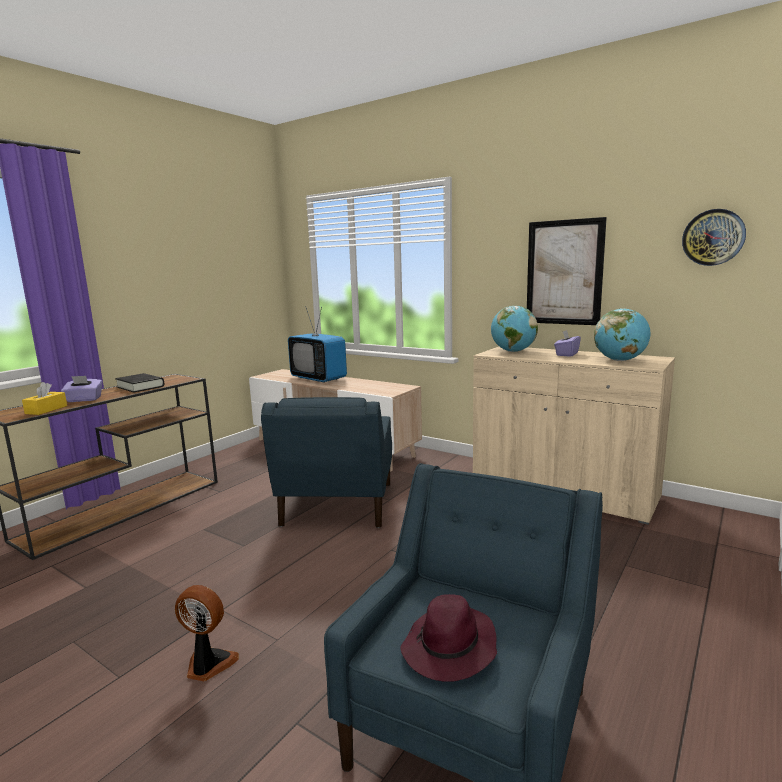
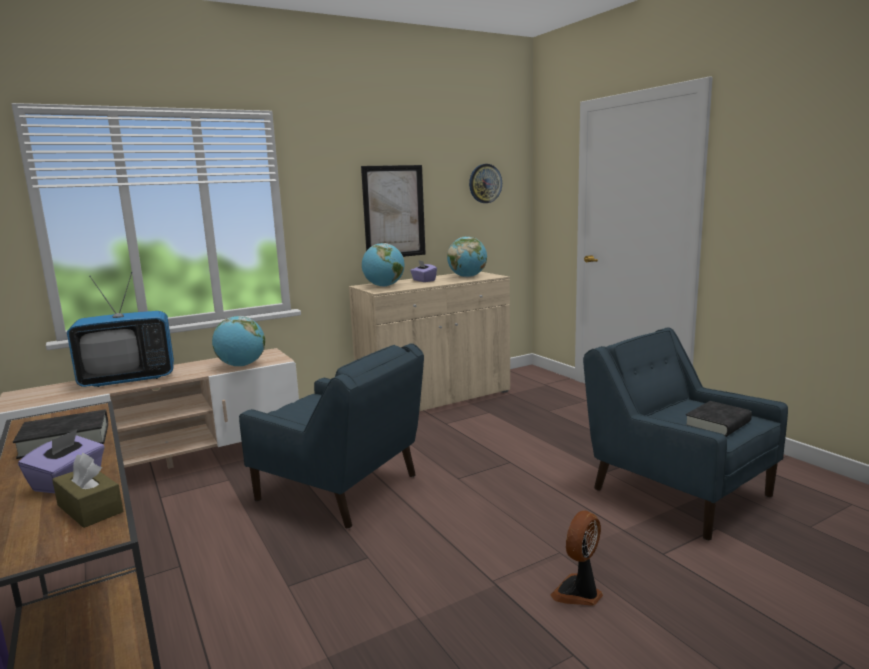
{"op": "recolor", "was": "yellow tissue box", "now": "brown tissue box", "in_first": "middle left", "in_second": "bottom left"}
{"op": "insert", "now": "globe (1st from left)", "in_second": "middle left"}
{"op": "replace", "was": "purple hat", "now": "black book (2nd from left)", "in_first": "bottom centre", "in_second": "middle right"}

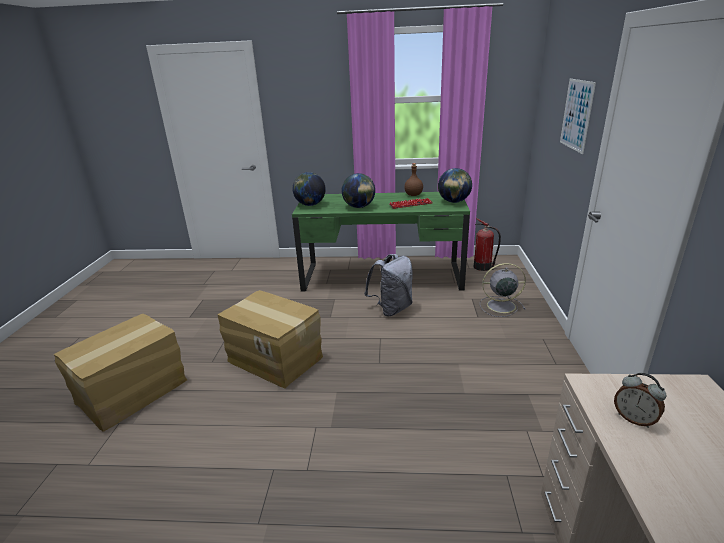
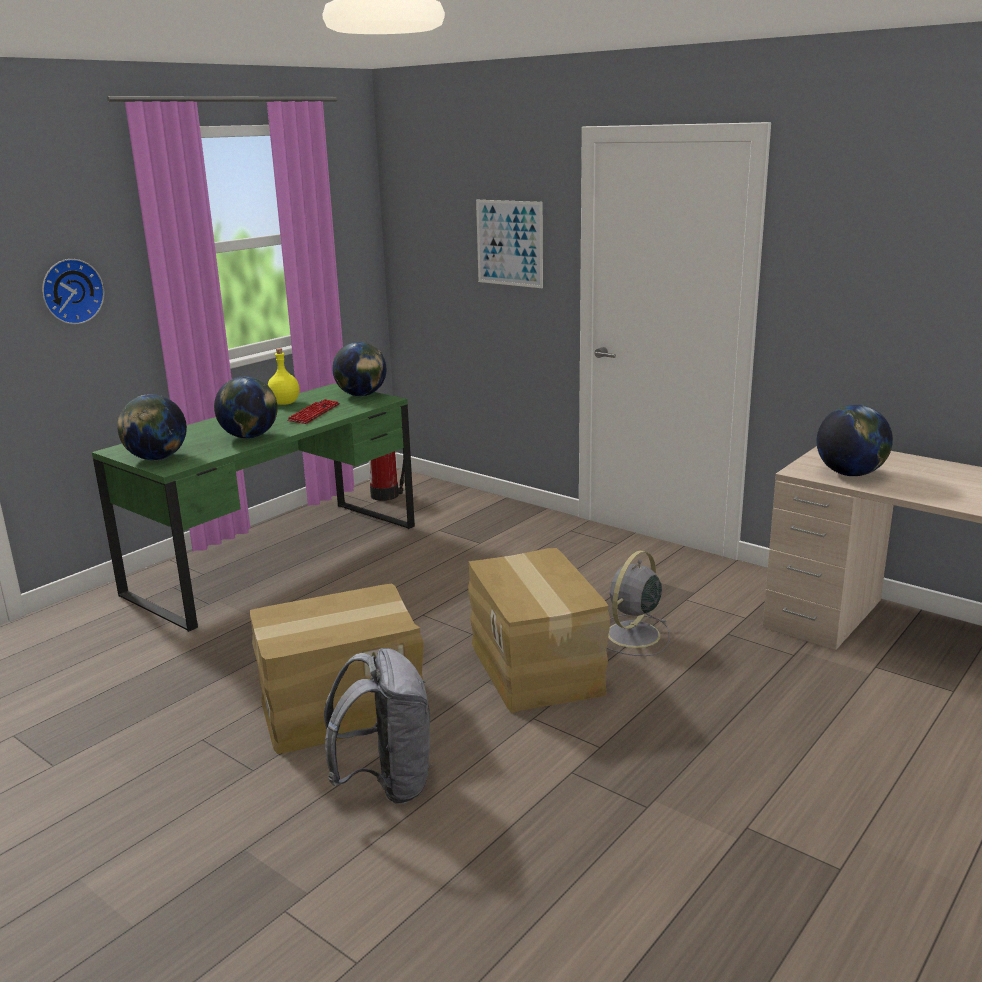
{"op": "insert", "now": "wall clock", "in_second": "top left"}
{"op": "recolor", "was": "brown bottle", "now": "yellow bottle", "in_first": "top centre", "in_second": "middle left"}
{"op": "move", "was": "grey backpack", "in_first": "centre", "in_second": "bottom centre"}
{"op": "move", "was": "cardboard box (1st from left in the first image)", "now": "cardboard box (2nd from left)", "in_first": "bottom left", "in_second": "centre"}
{"op": "move", "was": "grey fan", "in_first": "middle right", "in_second": "centre"}
{"op": "replace", "was": "alarm clock", "now": "globe (4th from left)", "in_first": "bottom right", "in_second": "middle right"}

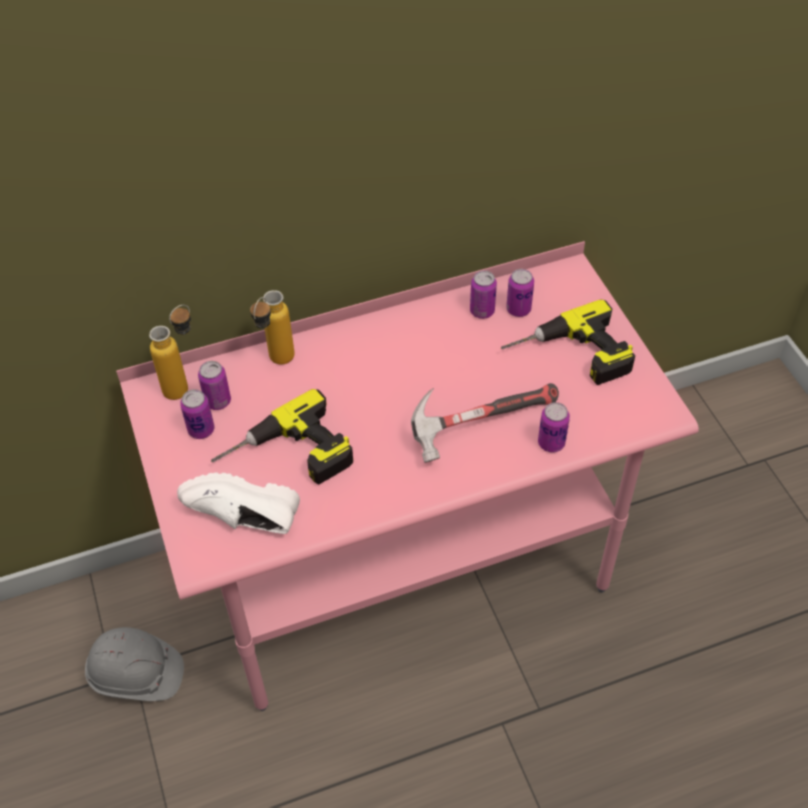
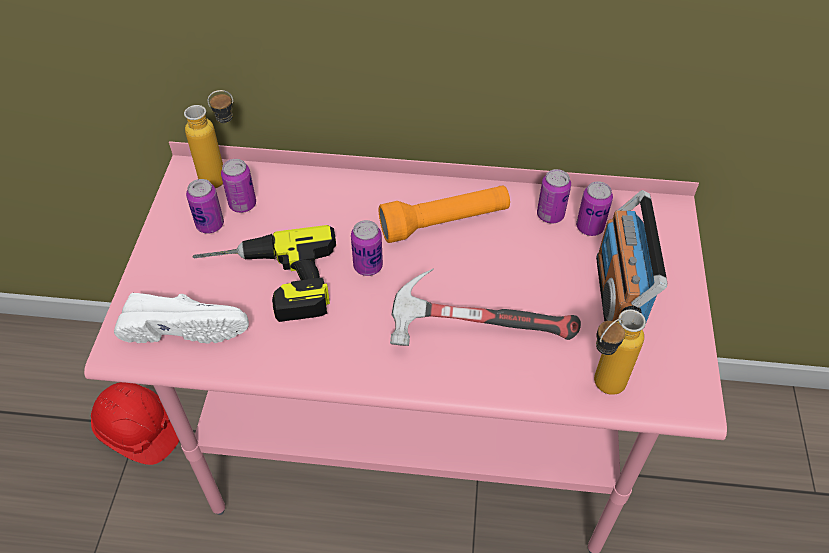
{"op": "recolor", "was": "grey hard hat", "now": "red hard hat", "in_first": "bottom left", "in_second": "bottom left"}
{"op": "rotate", "was": "white shoe", "in_first": "middle left", "in_second": "middle left", "clockwise": 150}
{"op": "move", "was": "can (5th from left in the first image)", "now": "can (3rd from left)", "in_first": "middle right", "in_second": "centre"}
{"op": "insert", "now": "orange flashlight", "in_second": "centre"}
{"op": "move", "was": "bottle (2nd from left)", "in_first": "centre", "in_second": "middle right"}
{"op": "replace", "was": "power drill (2nd from left)", "now": "radio", "in_first": "middle right", "in_second": "middle right"}

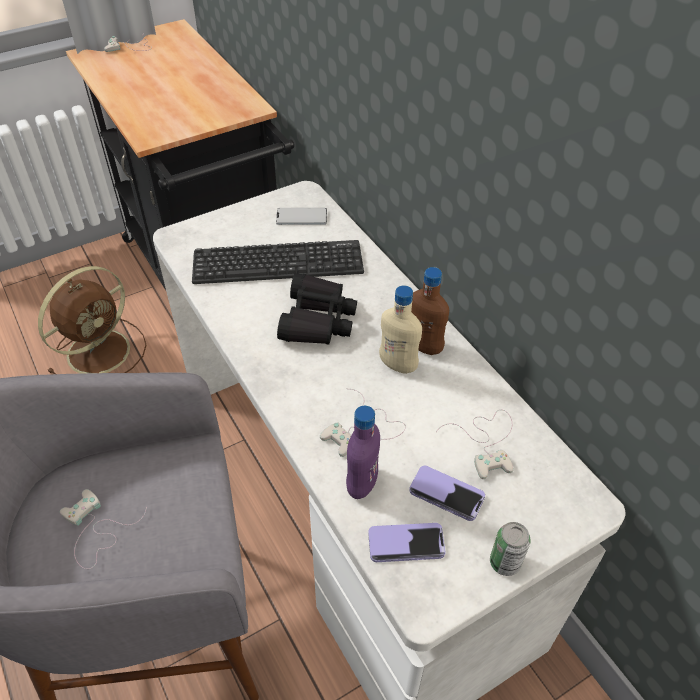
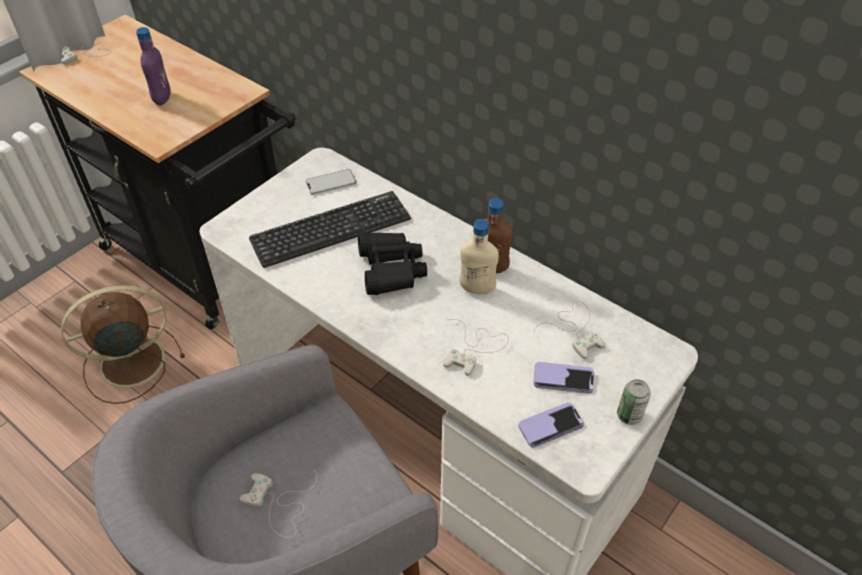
{"op": "rotate", "was": "brown fan", "in_first": "middle left", "in_second": "middle left", "clockwise": -135}
{"op": "move", "was": "purple bottle", "in_first": "centre", "in_second": "top left"}

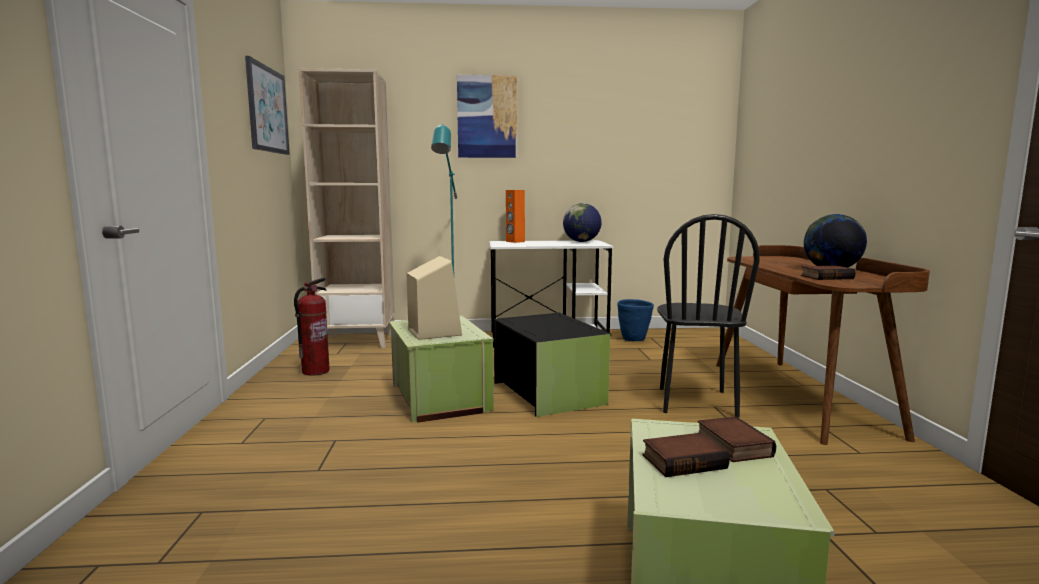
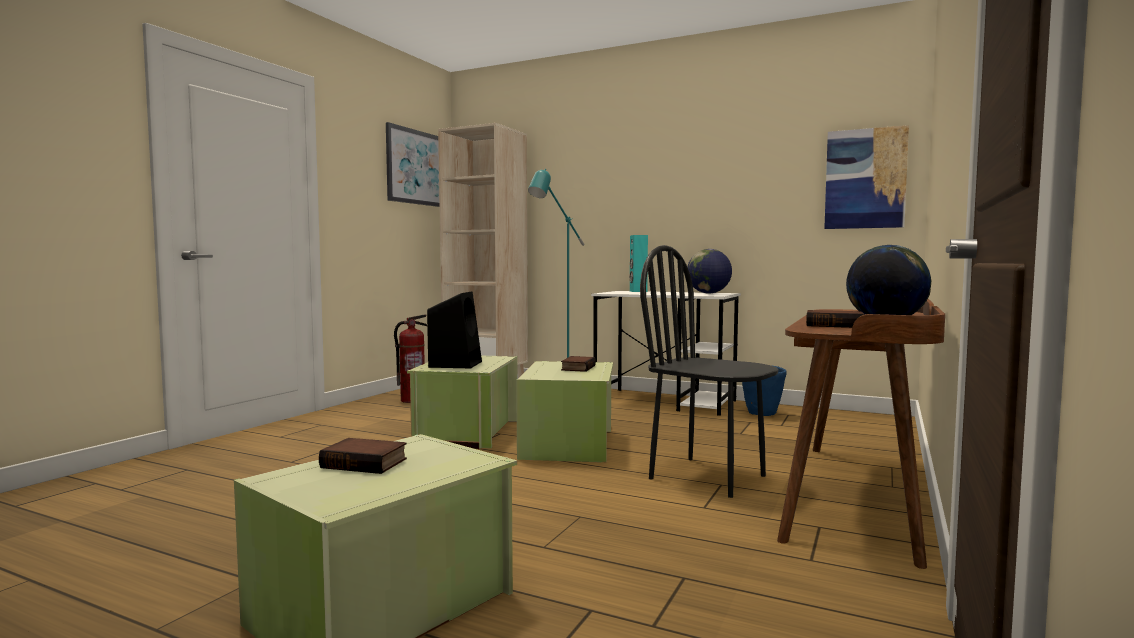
{"op": "recolor", "was": "beige speaker", "now": "black speaker", "in_first": "centre", "in_second": "centre"}
{"op": "recolor", "was": "black storage box", "now": "green storage box (3rd from left)", "in_first": "centre", "in_second": "centre"}
{"op": "move", "was": "book (2nd from left)", "in_first": "bottom right", "in_second": "centre"}
{"op": "recolor", "was": "orange speaker", "now": "turquoise speaker", "in_first": "centre", "in_second": "centre"}
{"op": "rotate", "was": "black chair", "in_first": "middle right", "in_second": "centre", "clockwise": 90}
{"op": "move", "was": "picture (2nd from left)", "in_first": "top centre", "in_second": "top right"}

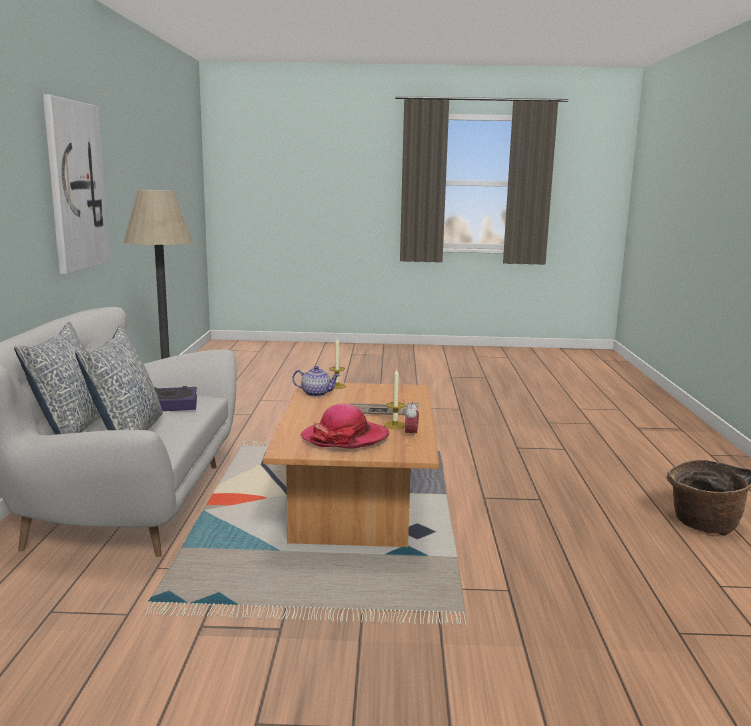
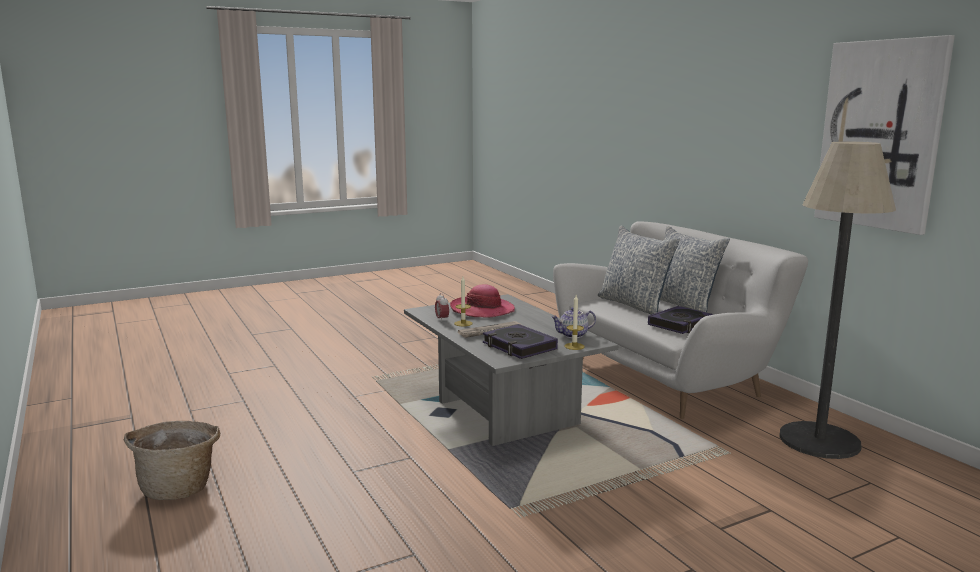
{"op": "recolor", "was": "brown coffee table", "now": "grey coffee table", "in_first": "centre", "in_second": "centre"}
{"op": "insert", "now": "book (1st from left)", "in_second": "centre"}

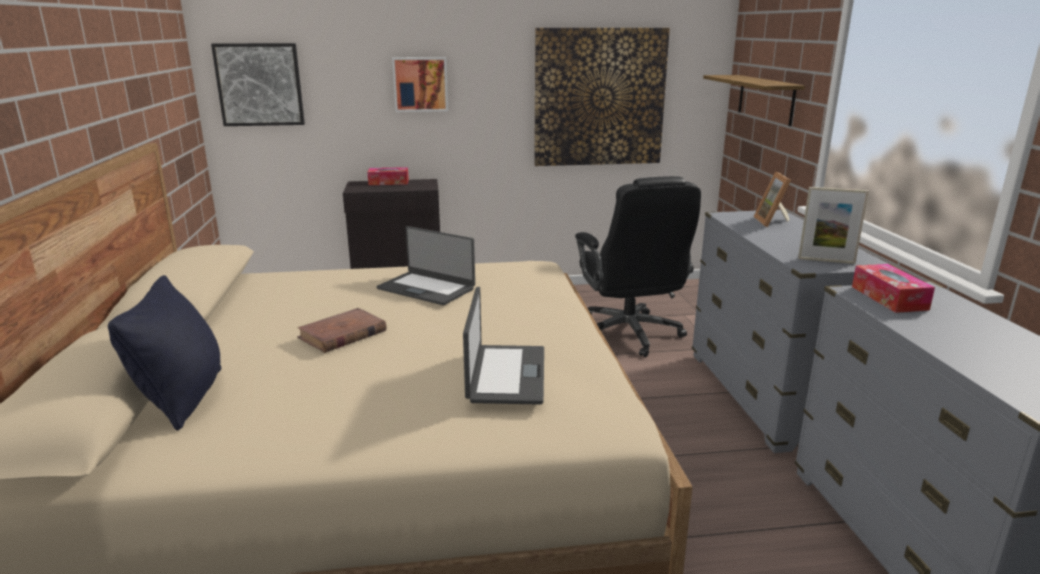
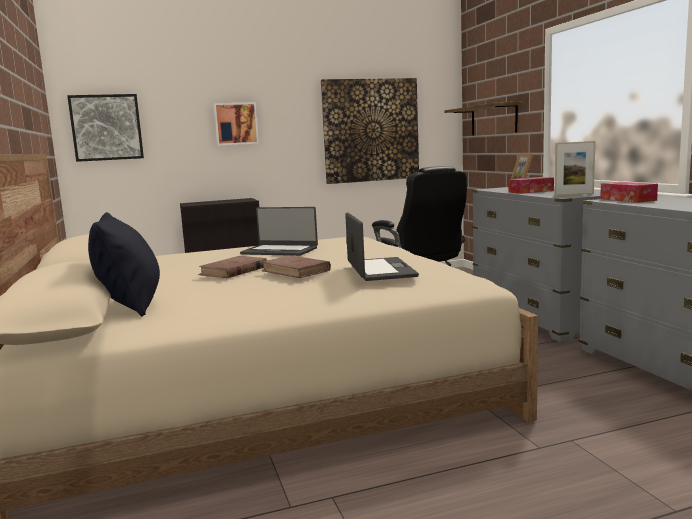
{"op": "insert", "now": "brown book (2nd from left)", "in_second": "centre"}
{"op": "move", "was": "tissue box (1st from left)", "in_first": "top centre", "in_second": "middle right"}

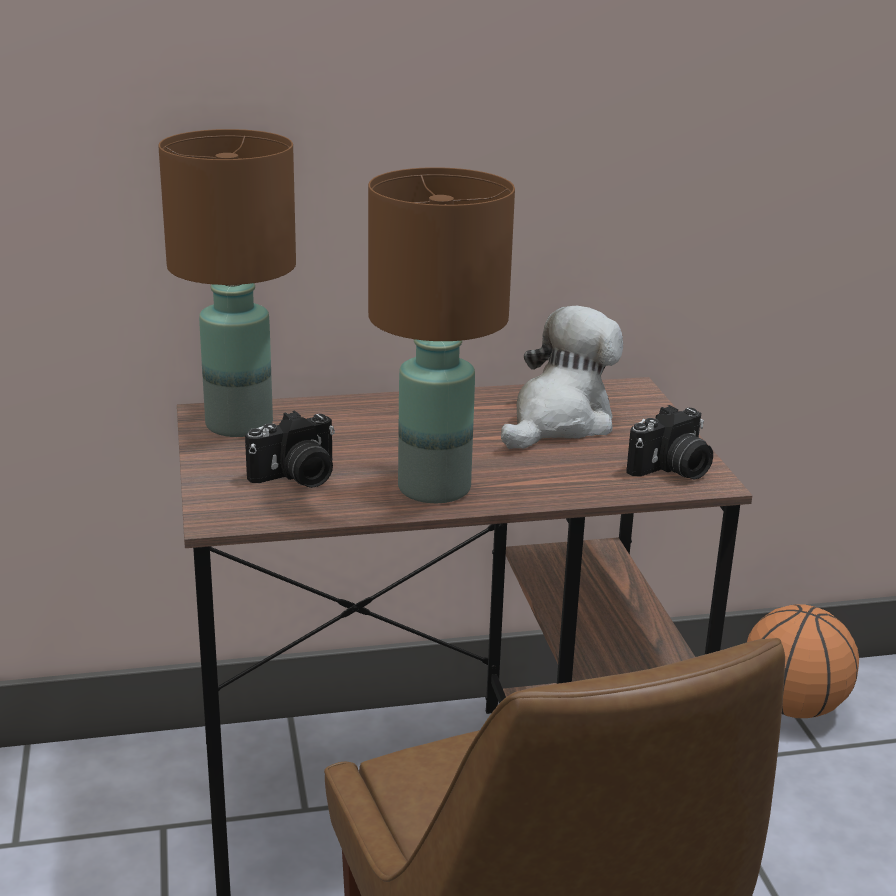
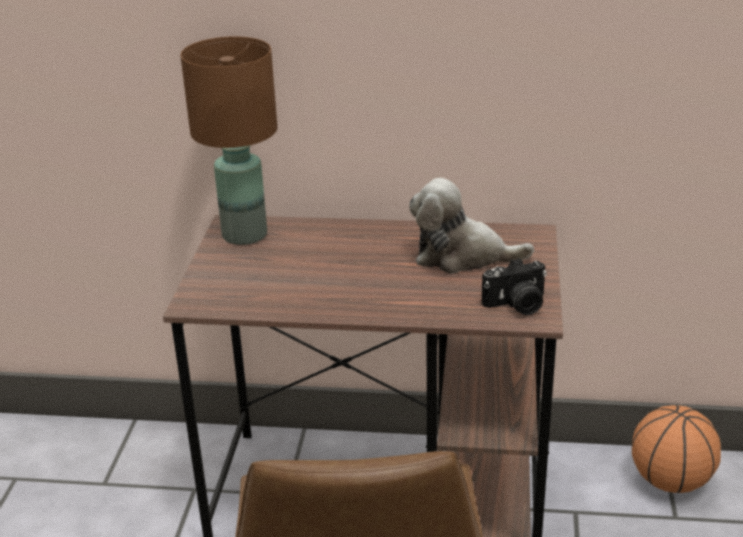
{"op": "rotate", "was": "plush toy", "in_first": "centre", "in_second": "centre", "clockwise": -135}
{"op": "delete", "was": "photo camera (1st from left)", "in_first": "middle left"}
{"op": "delete", "was": "brown table lamp (2nd from left)", "in_first": "centre"}

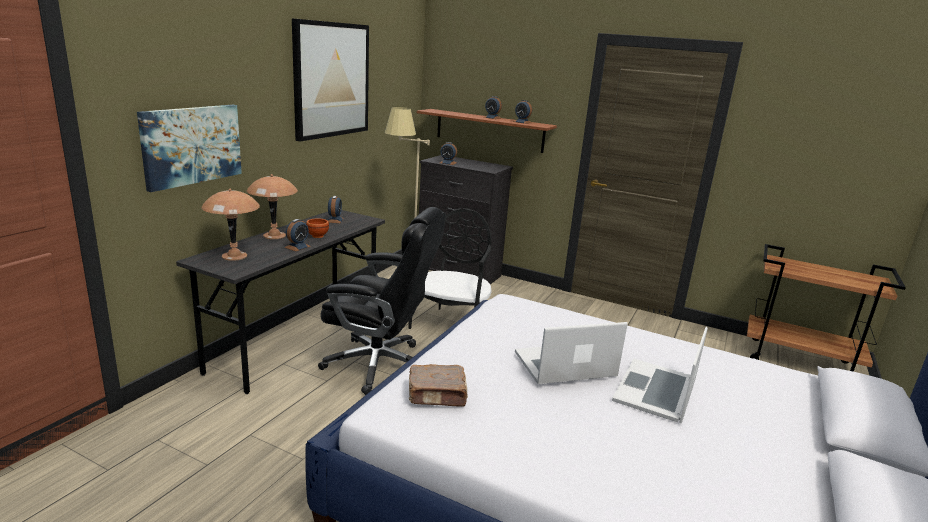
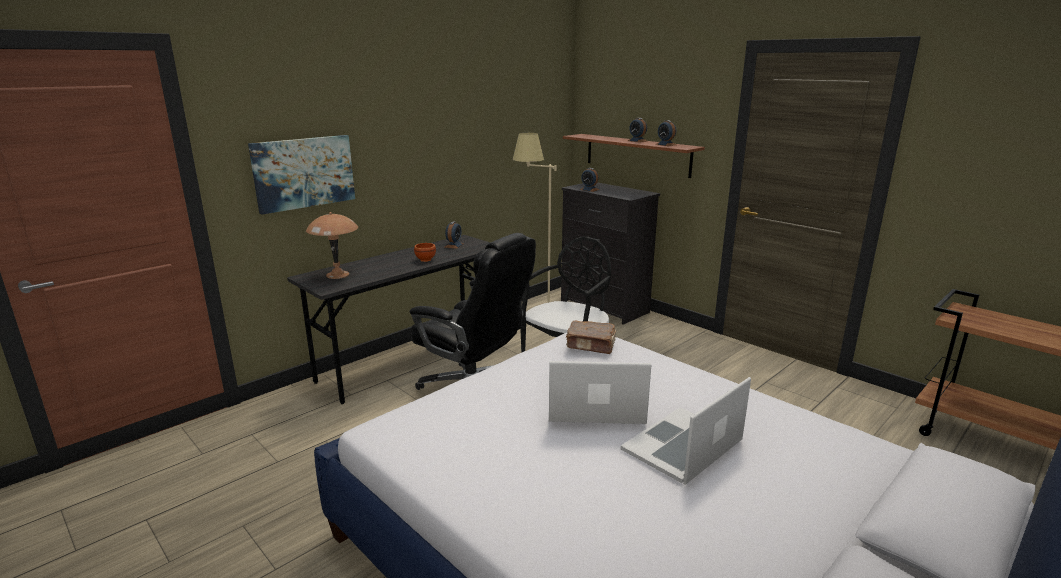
{"op": "move", "was": "brown book", "in_first": "bottom centre", "in_second": "centre"}
{"op": "delete", "was": "brown table lamp (2nd from left)", "in_first": "middle left"}
{"op": "delete", "was": "alarm clock (1st from left)", "in_first": "middle left"}
{"op": "delete", "was": "picture (2nd from left)", "in_first": "top centre"}

